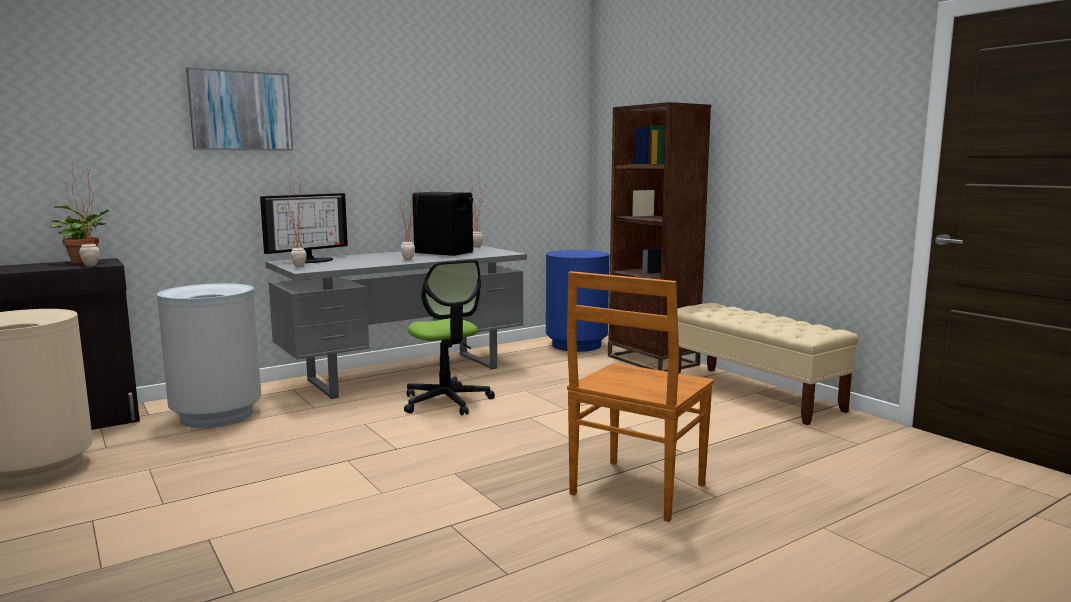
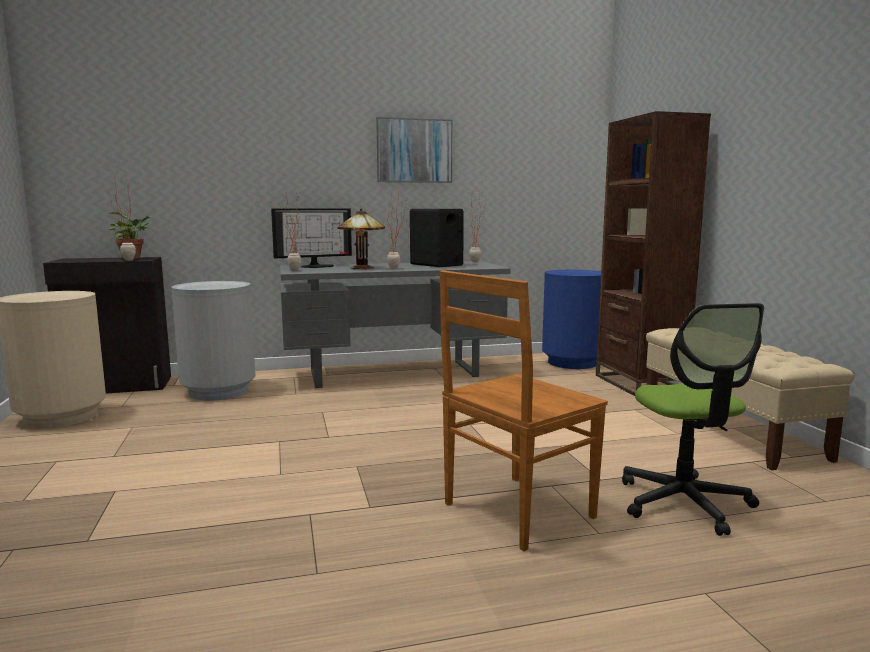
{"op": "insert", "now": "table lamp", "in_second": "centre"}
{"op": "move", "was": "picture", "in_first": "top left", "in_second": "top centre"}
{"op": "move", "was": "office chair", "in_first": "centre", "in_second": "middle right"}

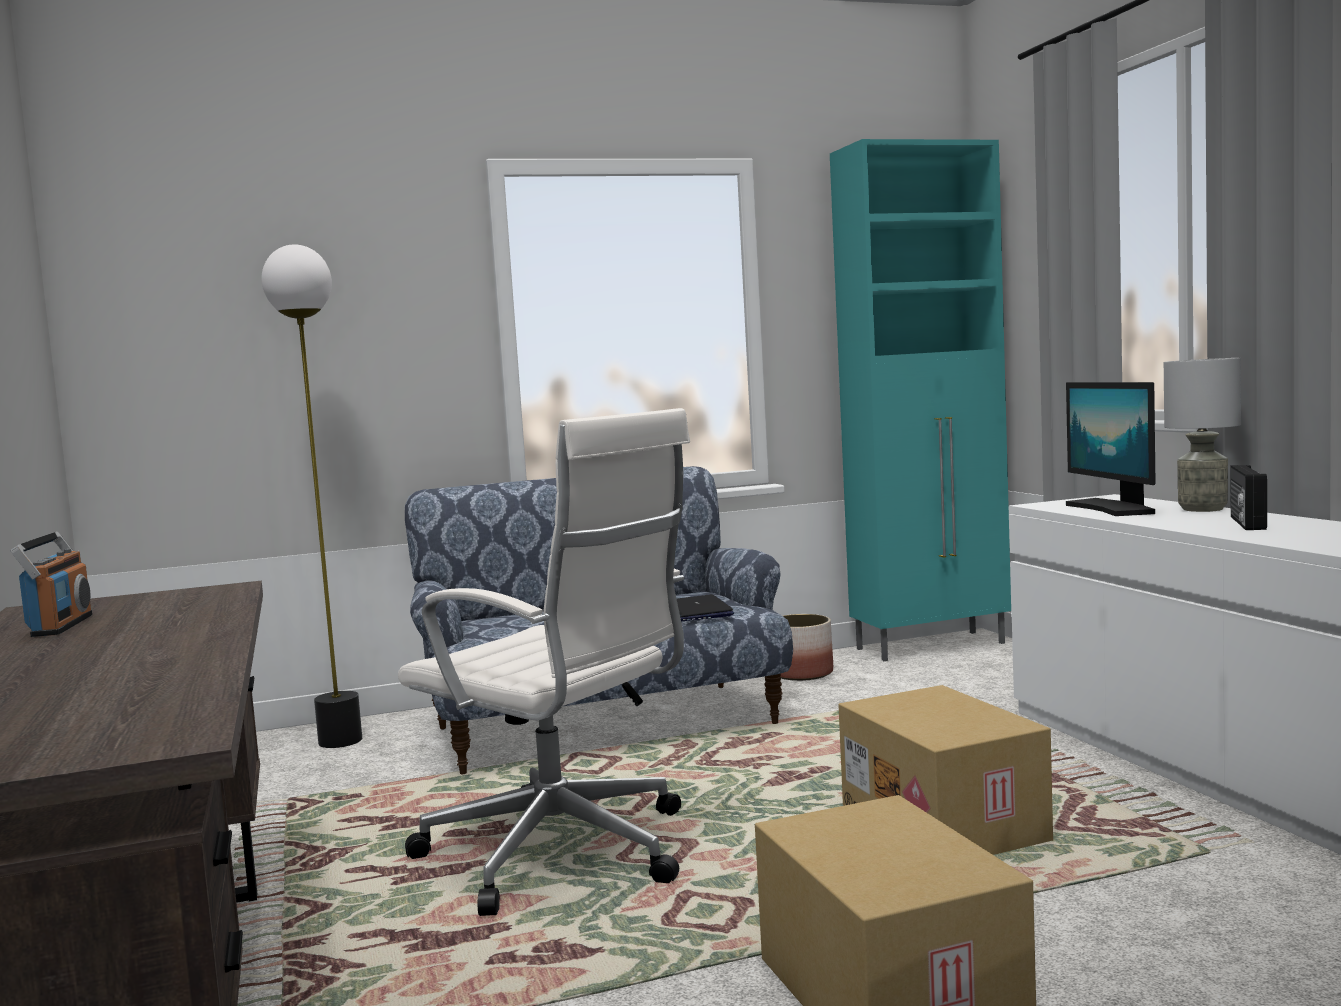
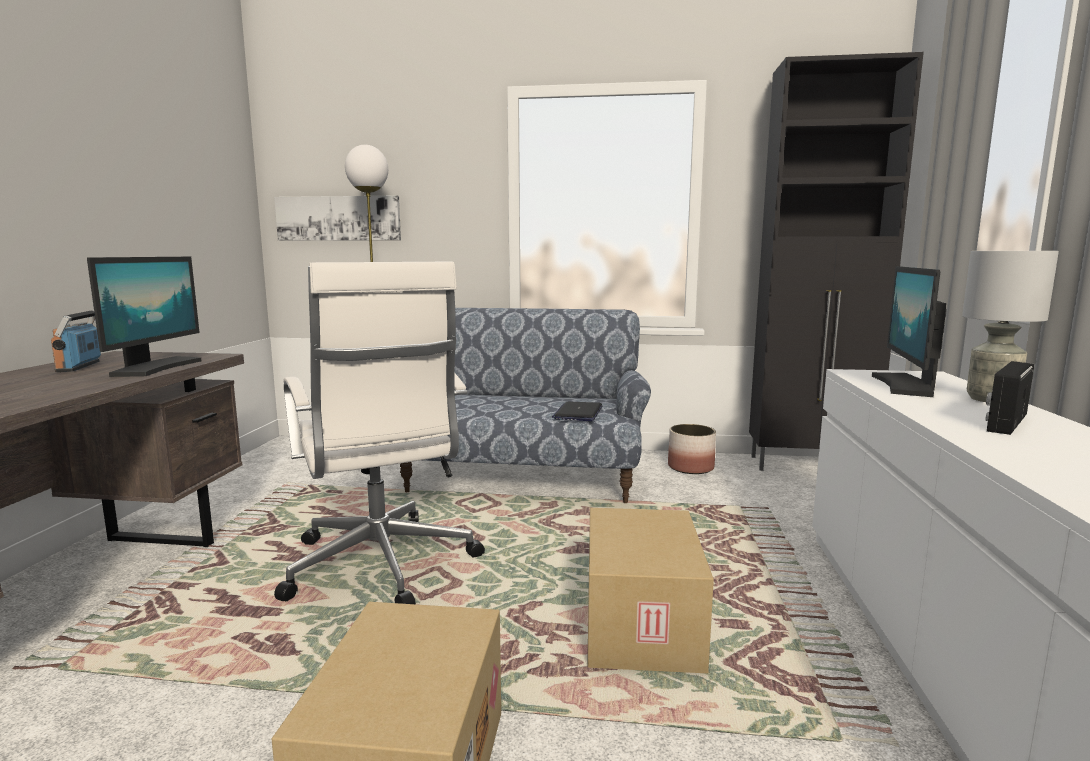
{"op": "rotate", "was": "radio (1st from left)", "in_first": "middle left", "in_second": "middle left", "clockwise": 150}
{"op": "insert", "now": "monitor (1st from left)", "in_second": "middle left"}
{"op": "insert", "now": "picture", "in_second": "top left"}
{"op": "recolor", "was": "turquoise cabinet", "now": "black cabinet", "in_first": "middle right", "in_second": "middle right"}

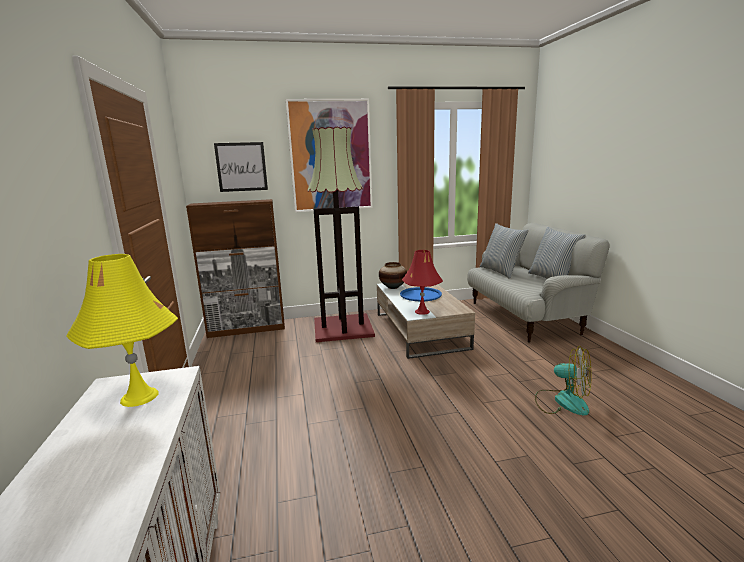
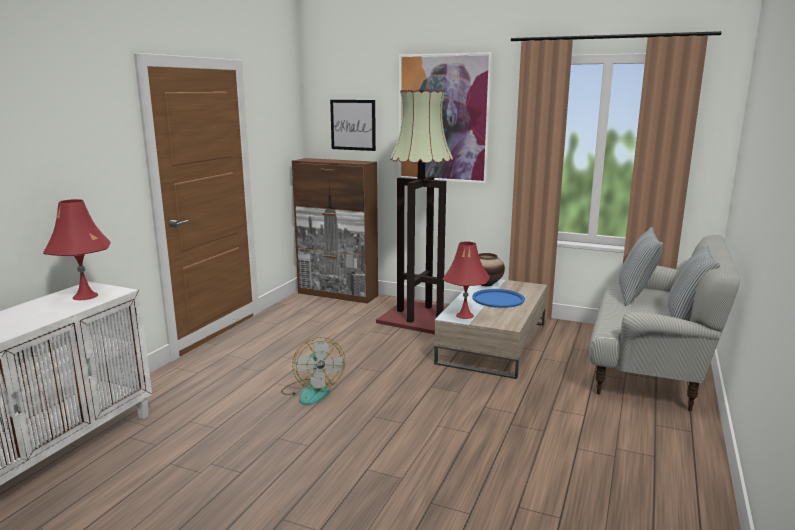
{"op": "recolor", "was": "yellow table lamp", "now": "red table lamp (1st from left)", "in_first": "middle left", "in_second": "middle left"}
{"op": "move", "was": "fan", "in_first": "bottom right", "in_second": "bottom centre"}

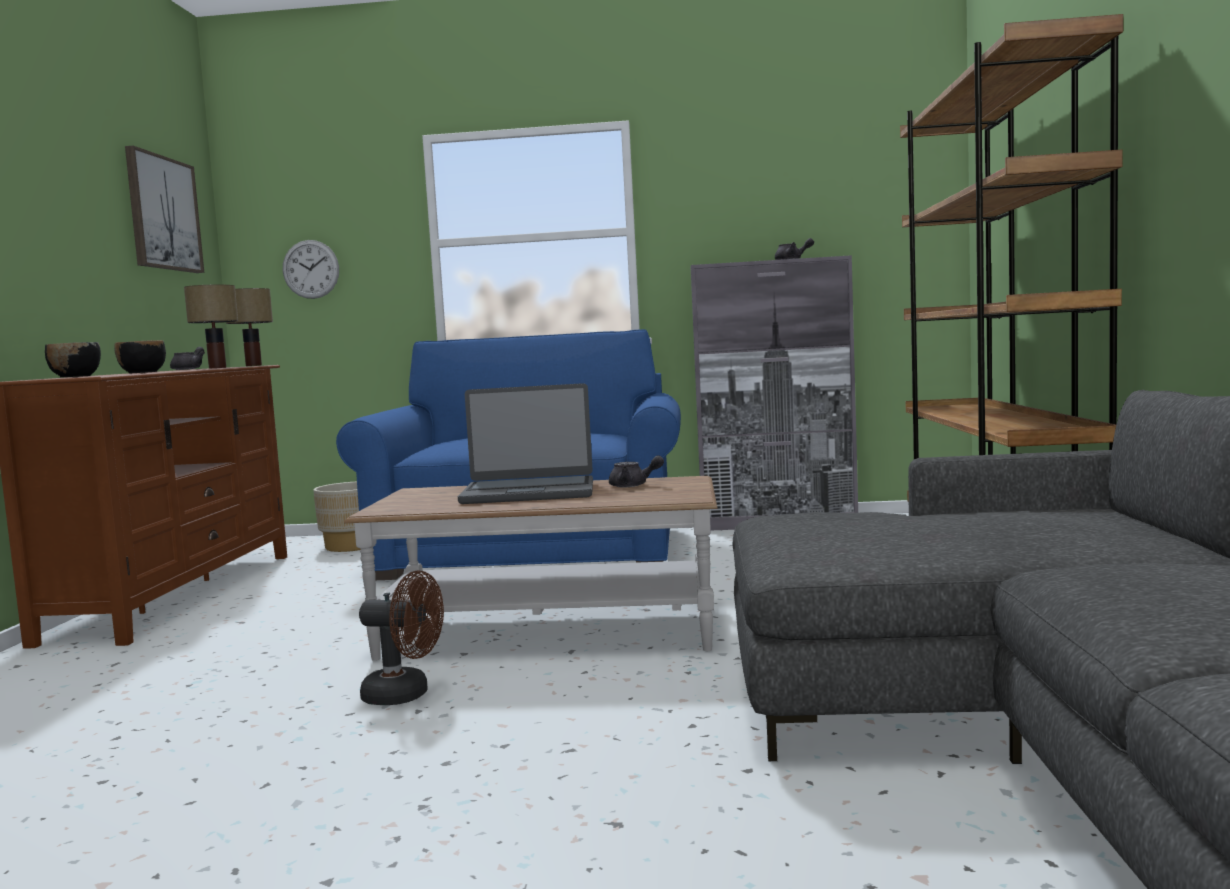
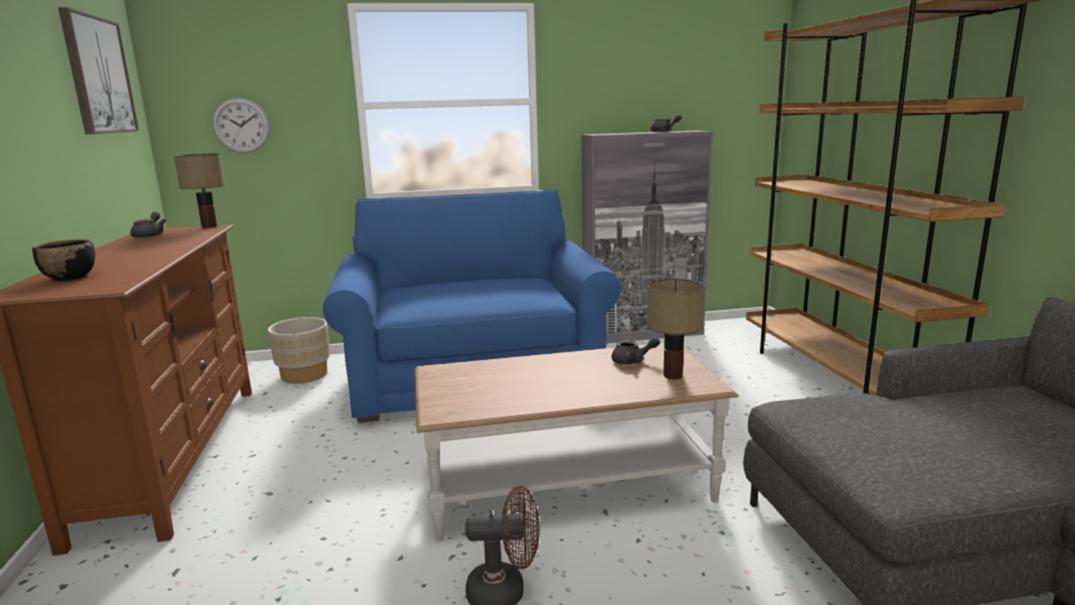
{"op": "move", "was": "table lamp (1st from left in the first image)", "now": "table lamp (2nd from left)", "in_first": "middle left", "in_second": "centre"}
{"op": "delete", "was": "black bowl (2nd from left)", "in_first": "middle left"}
{"op": "delete", "was": "laptop", "in_first": "centre"}

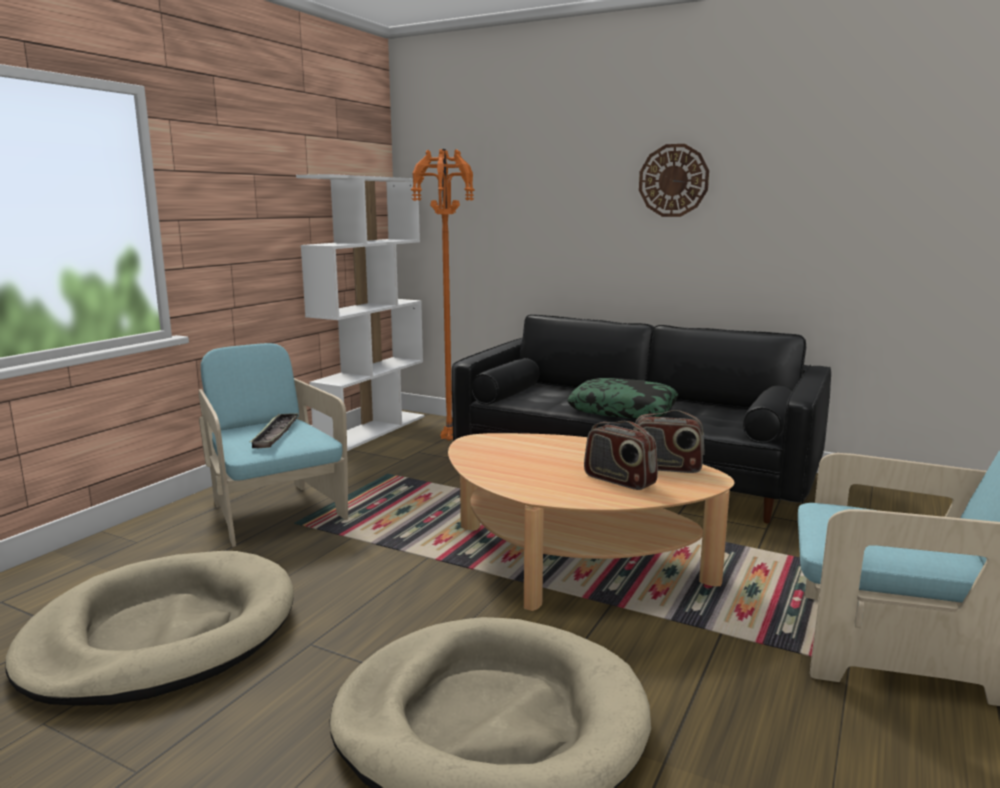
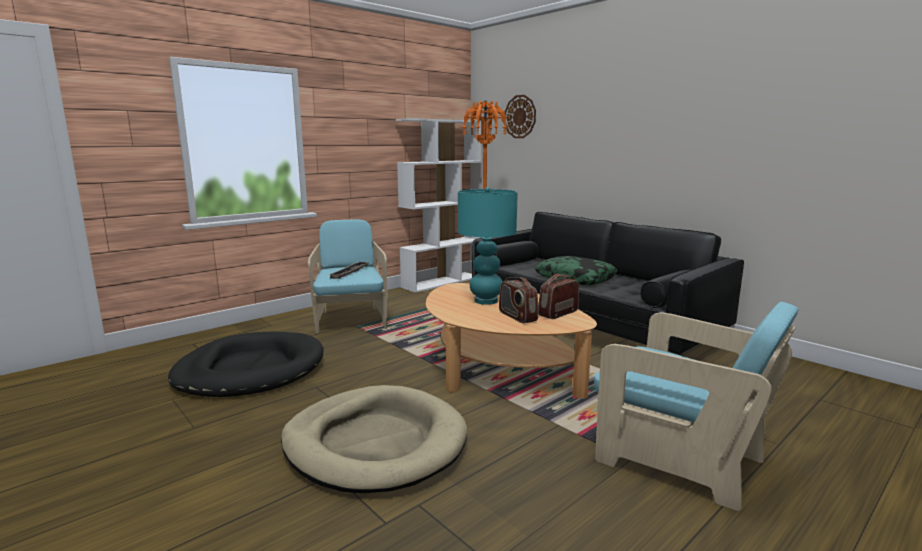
{"op": "recolor", "was": "beige dog bed (1st from left)", "now": "black dog bed", "in_first": "bottom left", "in_second": "middle left"}
{"op": "insert", "now": "turquoise table lamp", "in_second": "centre"}
{"op": "move", "was": "wall clock", "in_first": "top right", "in_second": "top centre"}
{"op": "rotate", "was": "radio (2nd from left)", "in_first": "middle right", "in_second": "centre", "clockwise": 105}

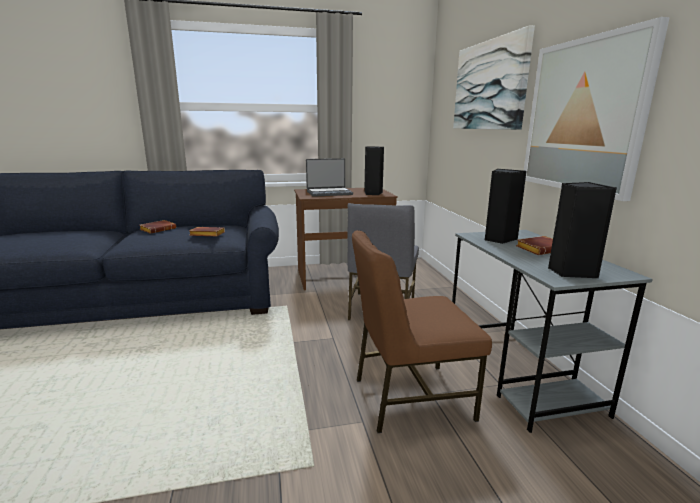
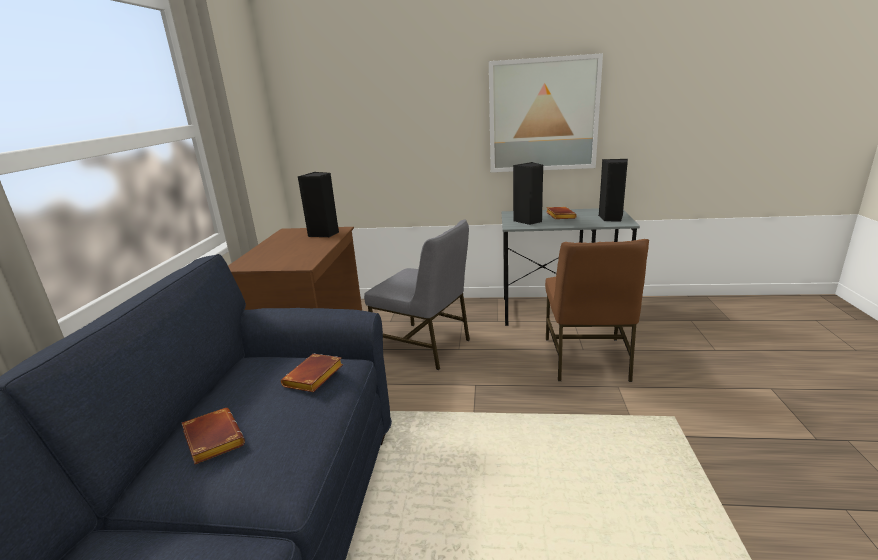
{"op": "delete", "was": "laptop", "in_first": "centre"}
{"op": "delete", "was": "picture (1st from left)", "in_first": "top right"}

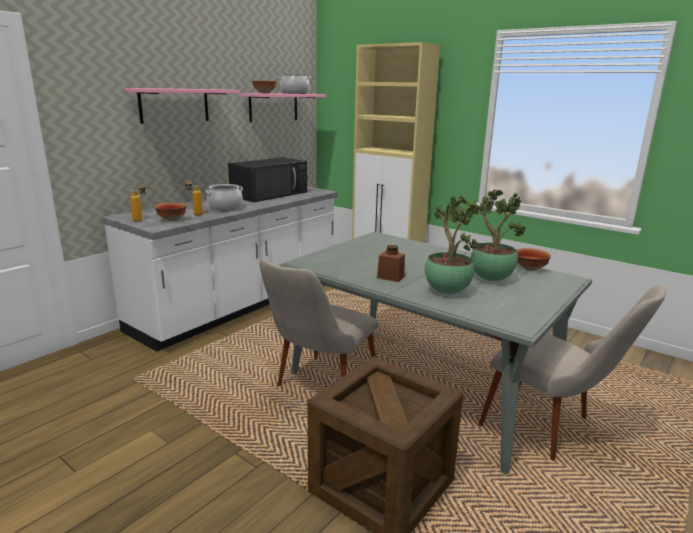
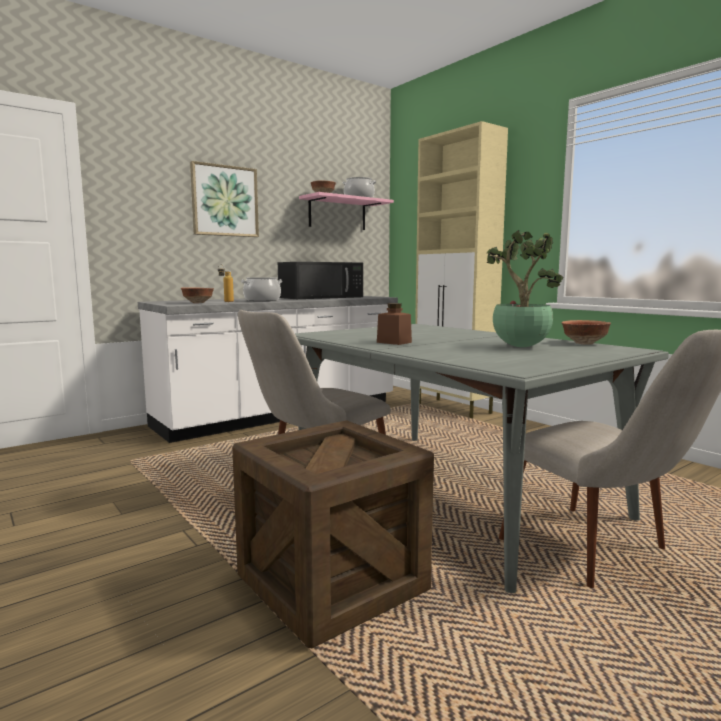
{"op": "replace", "was": "pink shelf (1st from left)", "now": "picture", "in_first": "top left", "in_second": "top left"}
{"op": "delete", "was": "bottle (1st from left)", "in_first": "middle left"}
{"op": "delete", "was": "potted plant (1st from left)", "in_first": "centre"}

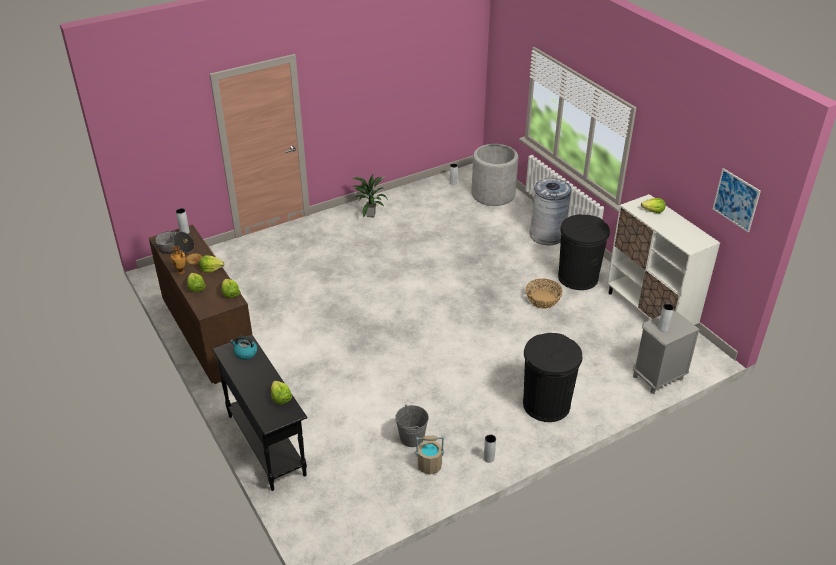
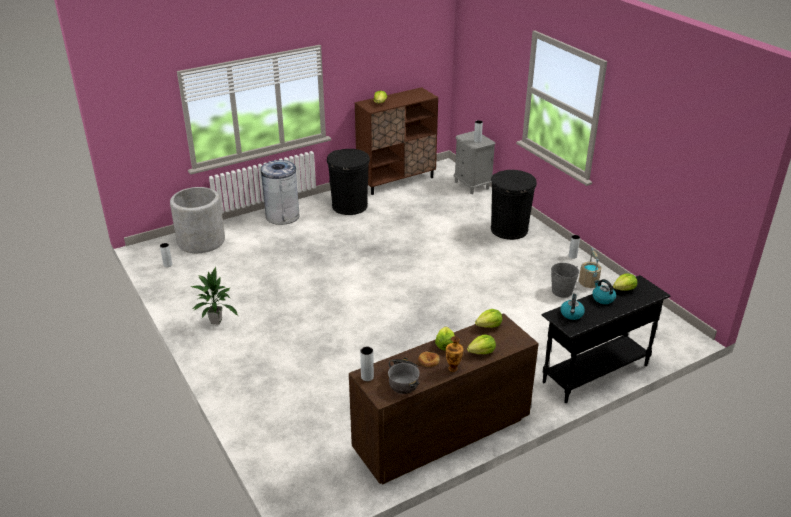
{"op": "recolor", "was": "white cabinet", "now": "brown cabinet", "in_first": "middle right", "in_second": "top centre"}
{"op": "insert", "now": "kettle (2nd from left)", "in_second": "middle right"}
{"op": "delete", "was": "basket", "in_first": "centre"}
{"op": "delete", "was": "picture", "in_first": "middle right"}

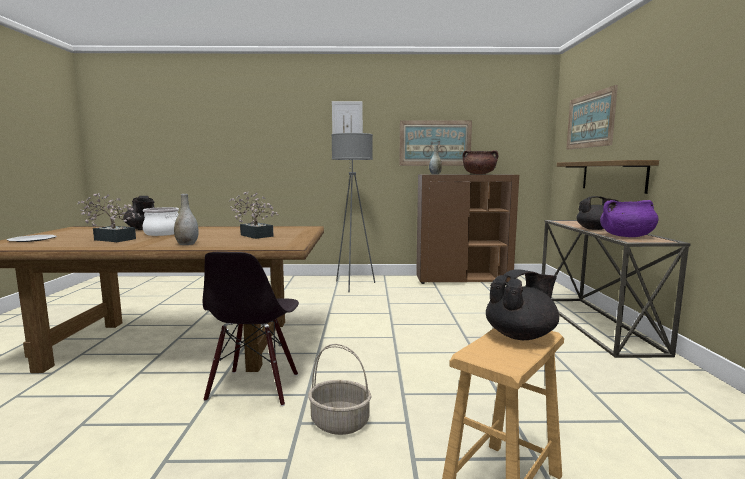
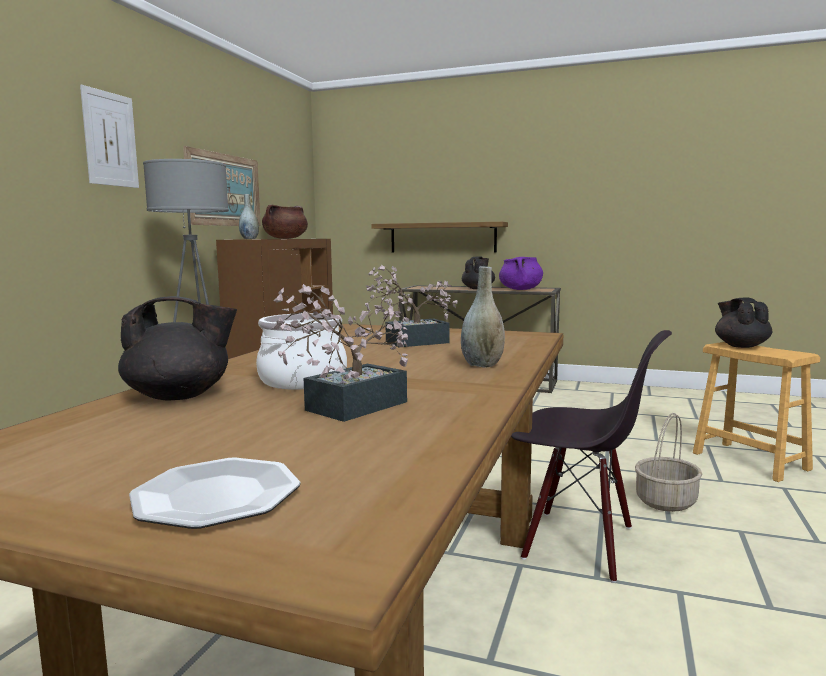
{"op": "delete", "was": "picture (3rd from left)", "in_first": "top right"}

